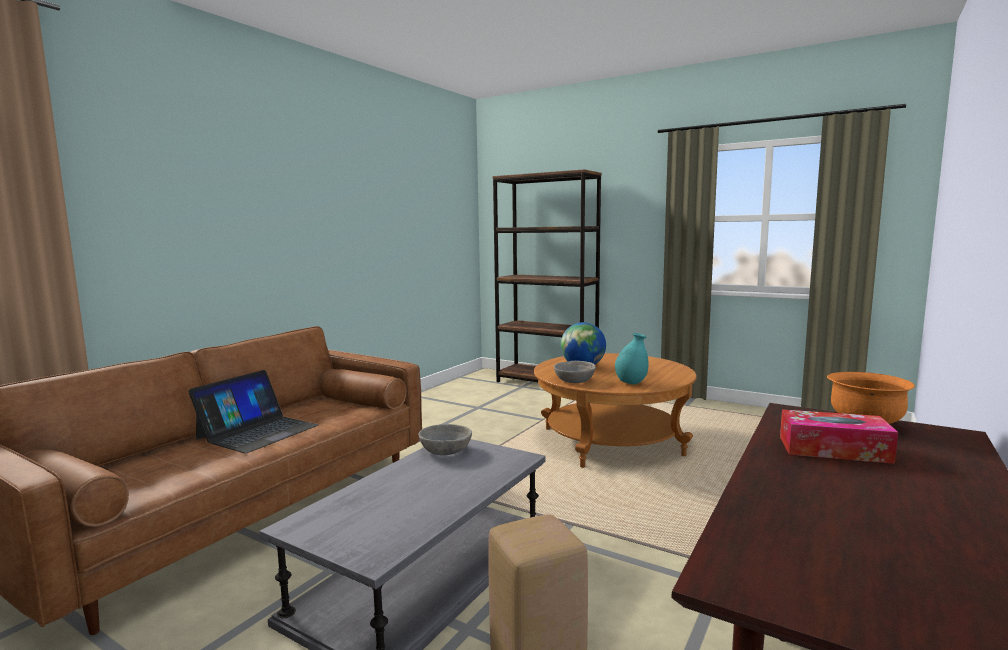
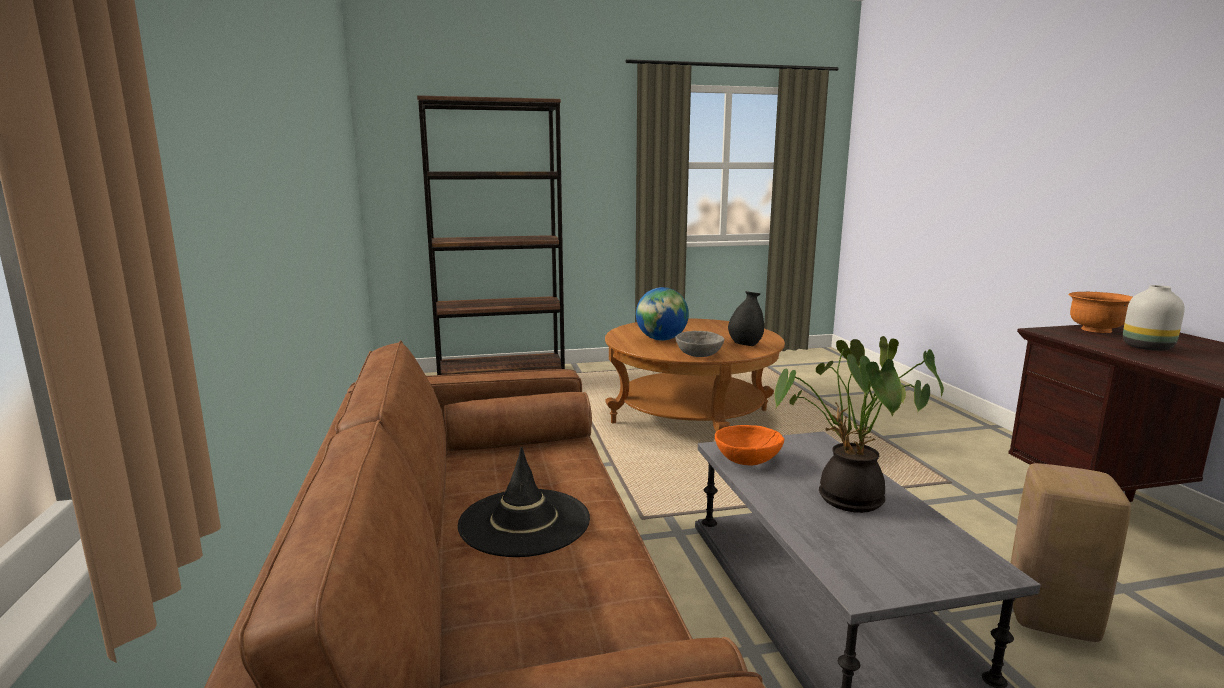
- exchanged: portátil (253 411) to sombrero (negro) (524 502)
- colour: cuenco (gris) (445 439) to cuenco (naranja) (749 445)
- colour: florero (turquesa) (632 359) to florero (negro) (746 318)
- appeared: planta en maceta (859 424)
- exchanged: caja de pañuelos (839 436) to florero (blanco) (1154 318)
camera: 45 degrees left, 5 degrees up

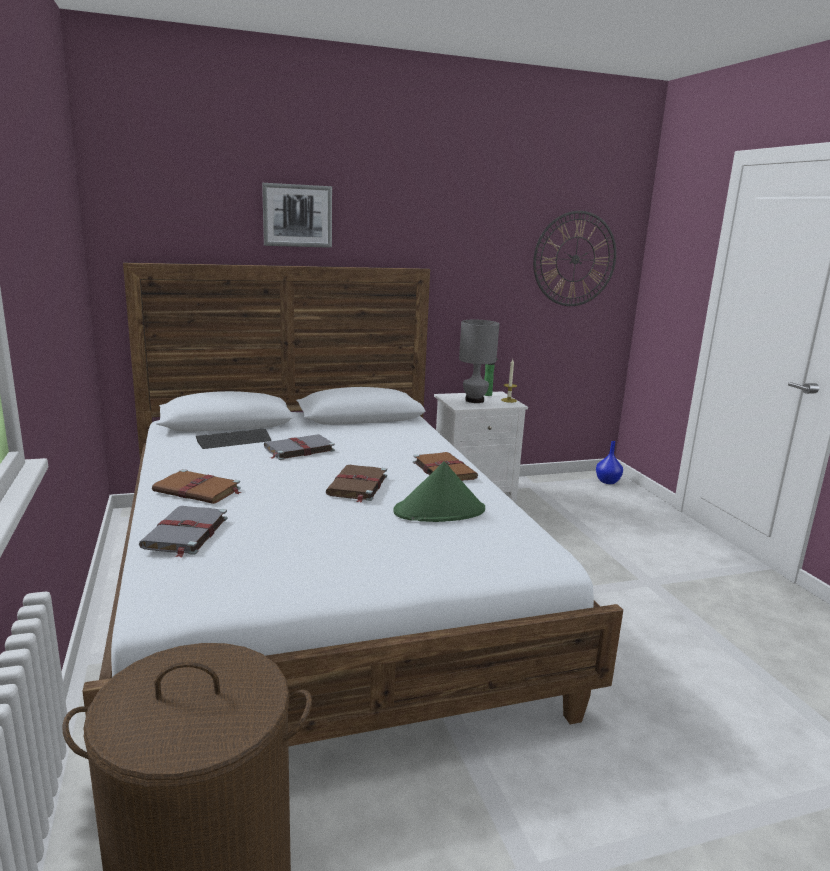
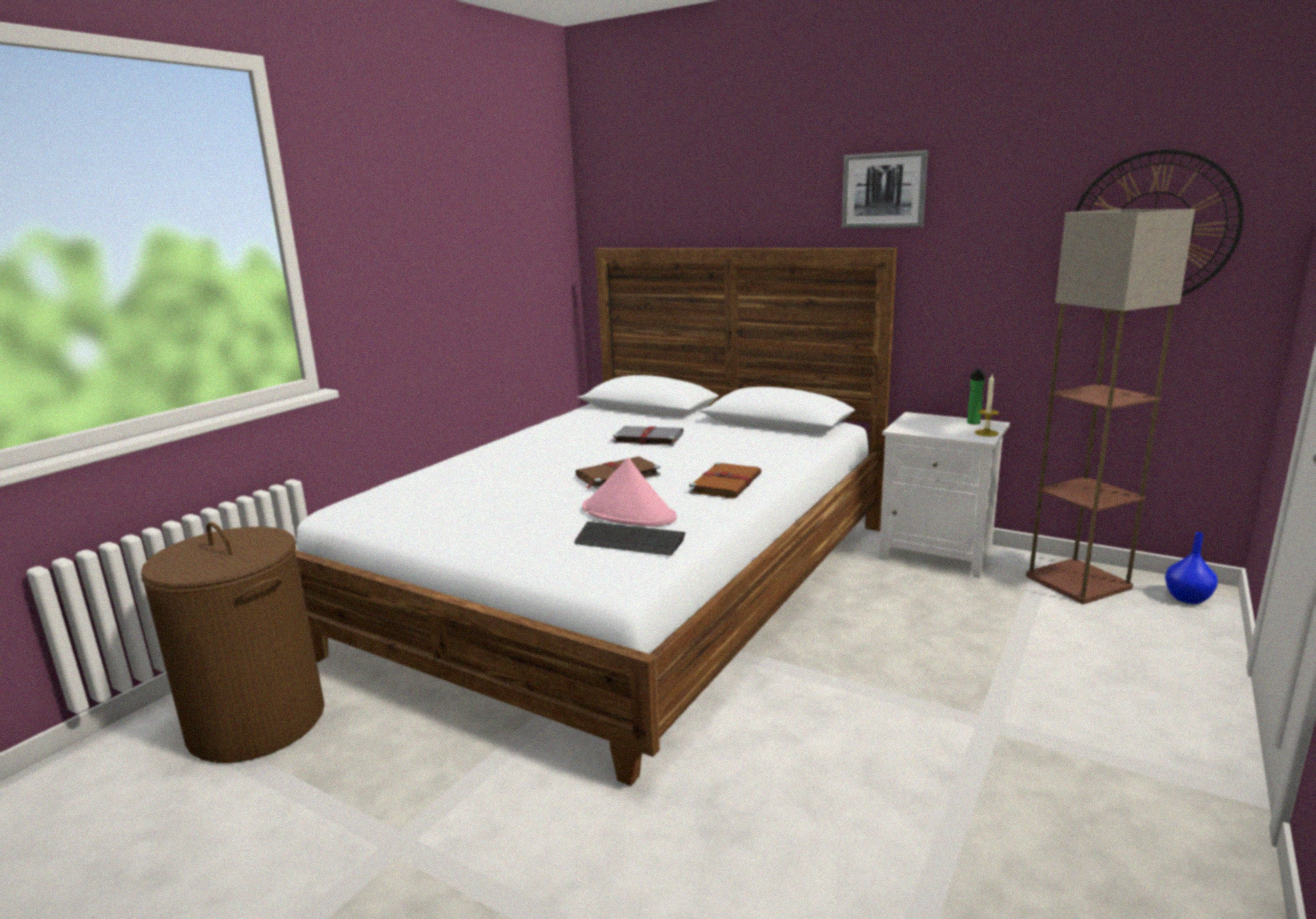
- relocated: teclado (233 438) to (630 539)
- colour: sombrero (verde) (439 491) to sombrero (rosa) (629 492)
- relocated: cuadro (297 215) to (885 189)
- appeared: lámpara de pie (1110 406)
- missing: libro (gris) (183 531)
- missing: libro (marrón) (197 486)
- missing: lámpara de mesa (gris) (479 361)
camera: 50 degrees right, 0 degrees up

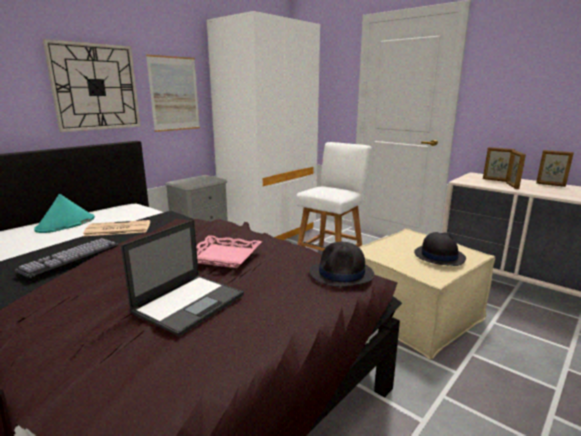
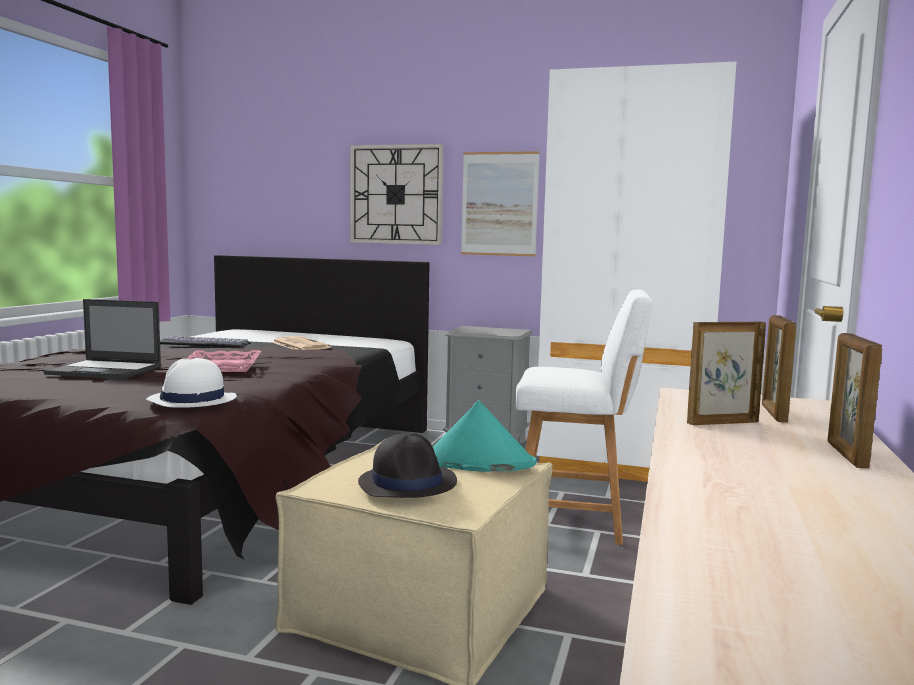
- colour: sombrero (negro) (342 264) to sombrero (blanco) (191 383)
- relocated: sombrero (turquesa) (64 213) to (484 436)
camera: 65 degrees right, 10 degrees down

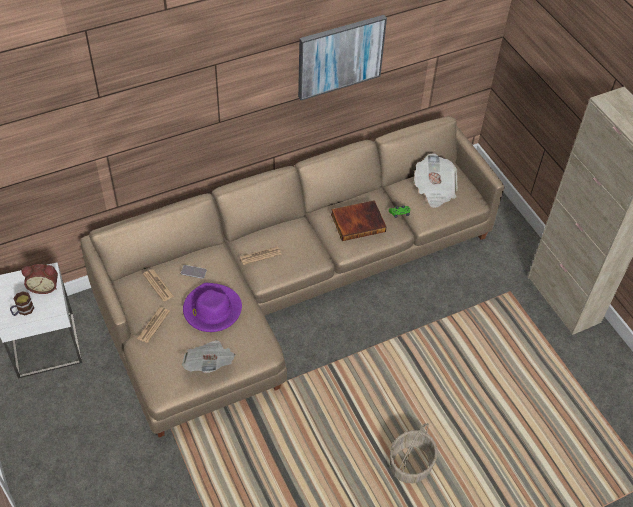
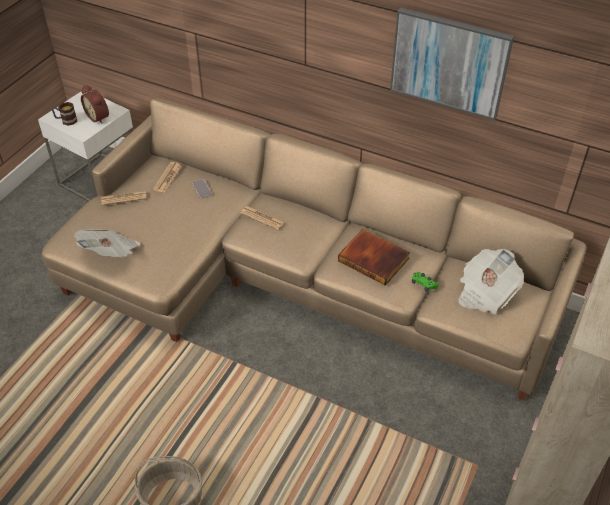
- missing: sombrero (morado) (212 307)
camera: 55 degrees right, 5 degrees down

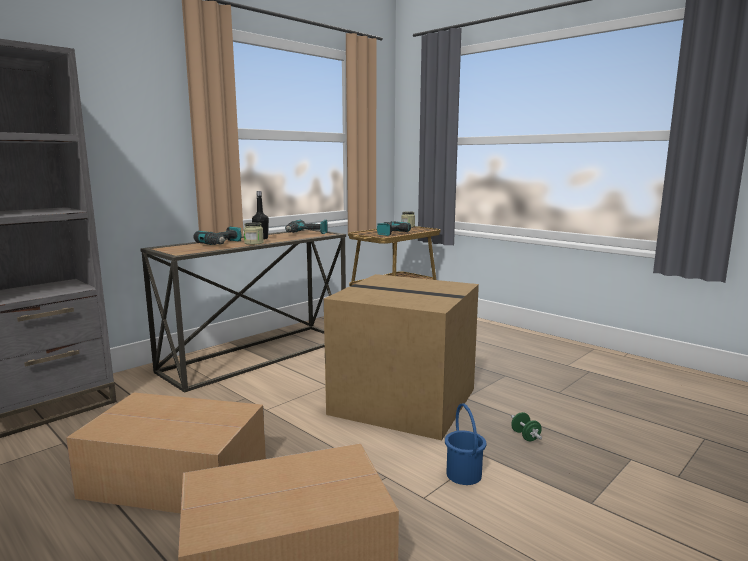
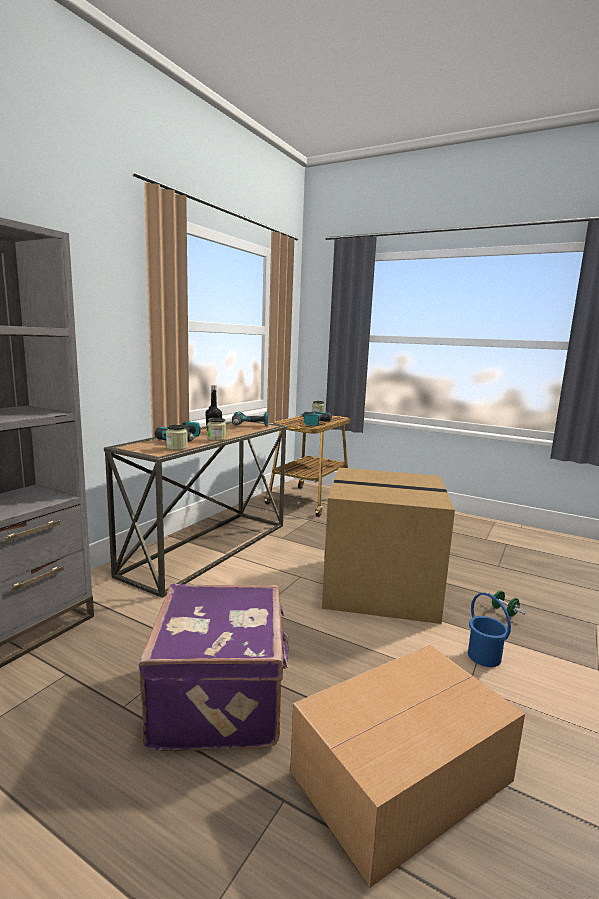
- exchanged: caja de cartón (166 453) to maleta (morado) (213 667)
- appeared: tarro (177 437)
camera: 15 degrees left, 0 degrees up

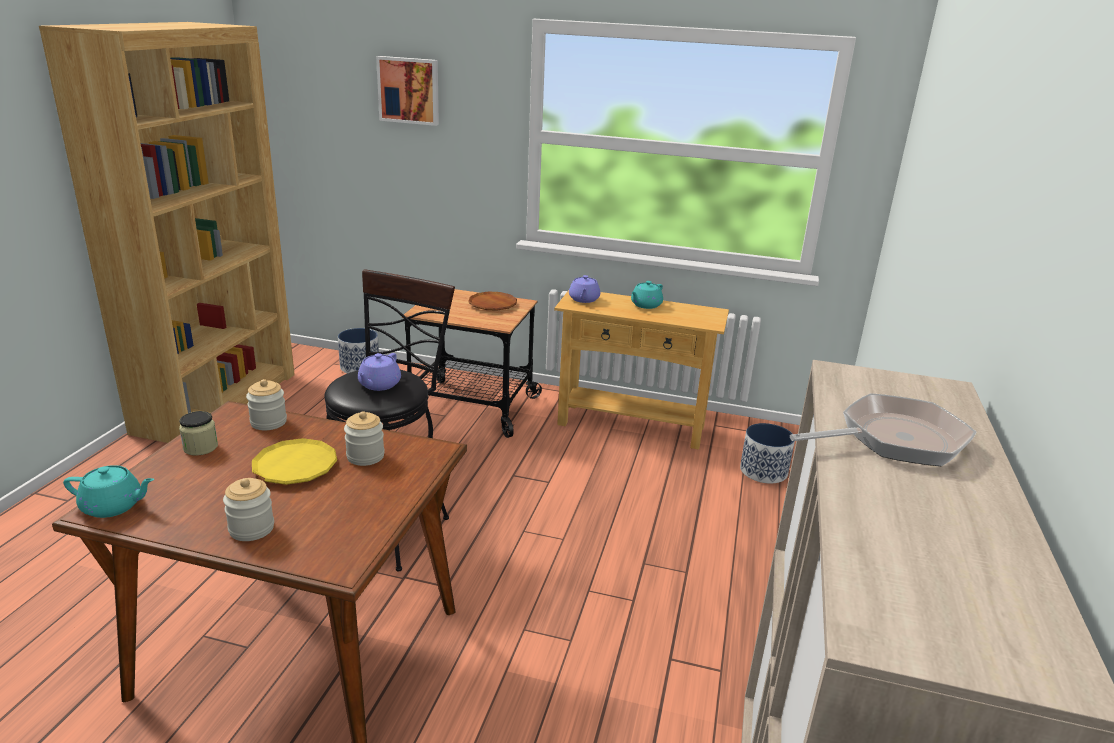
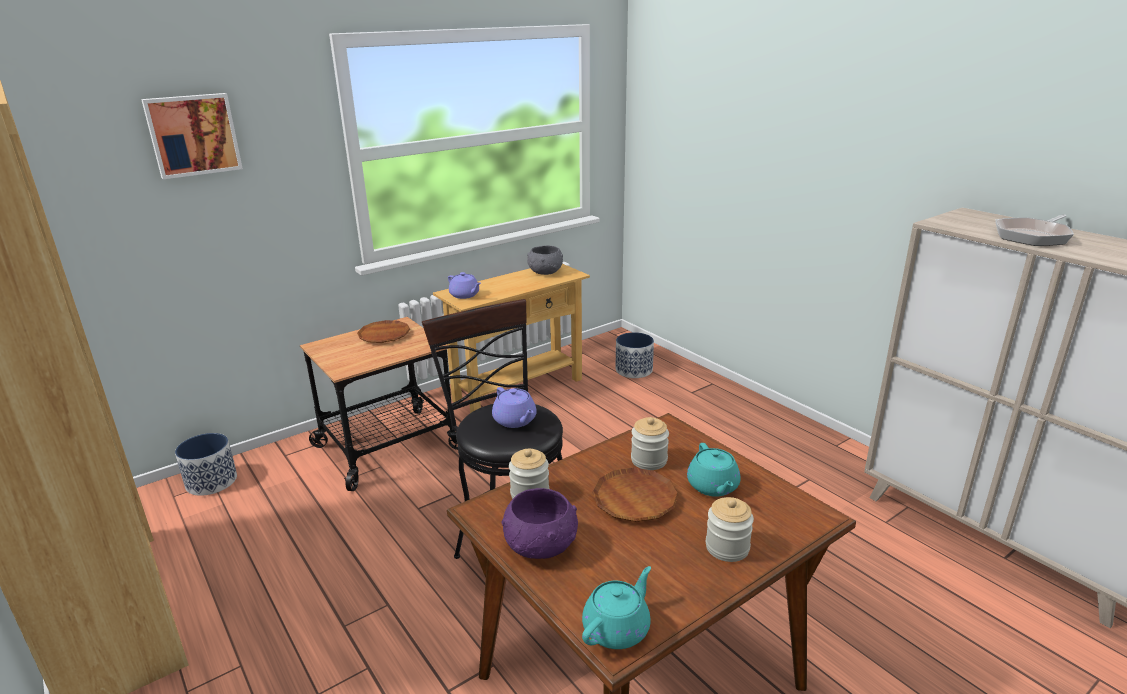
- exchanged: tarro (198 433) to cuenco (morado) (540 523)
- appeared: cuenco (gris) (545 260)
- colour: plato (amarillo) (294 461) to plato (marrón) (635 494)
- relocated: tetera (turquesa) (647 295) to (713 470)
- spun: sartén (883 429) = (1034 230) 150 degrees counterclockwise
camera: 50 degrees left, 0 degrees up

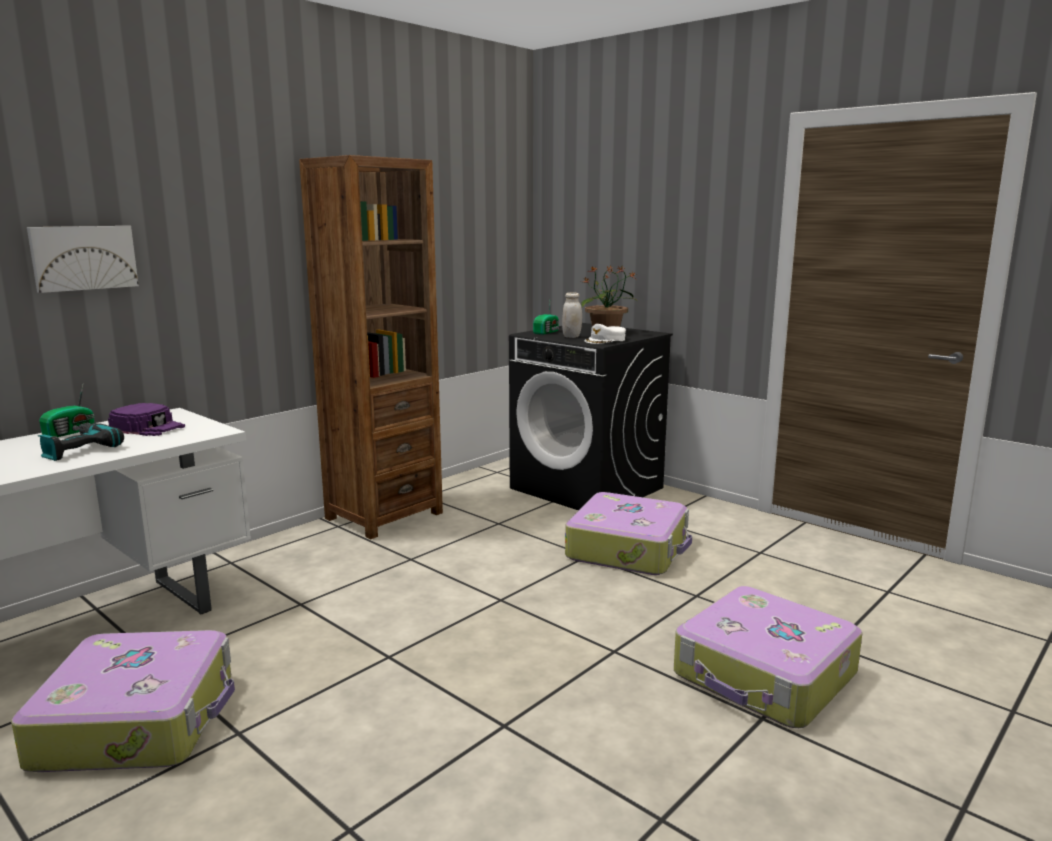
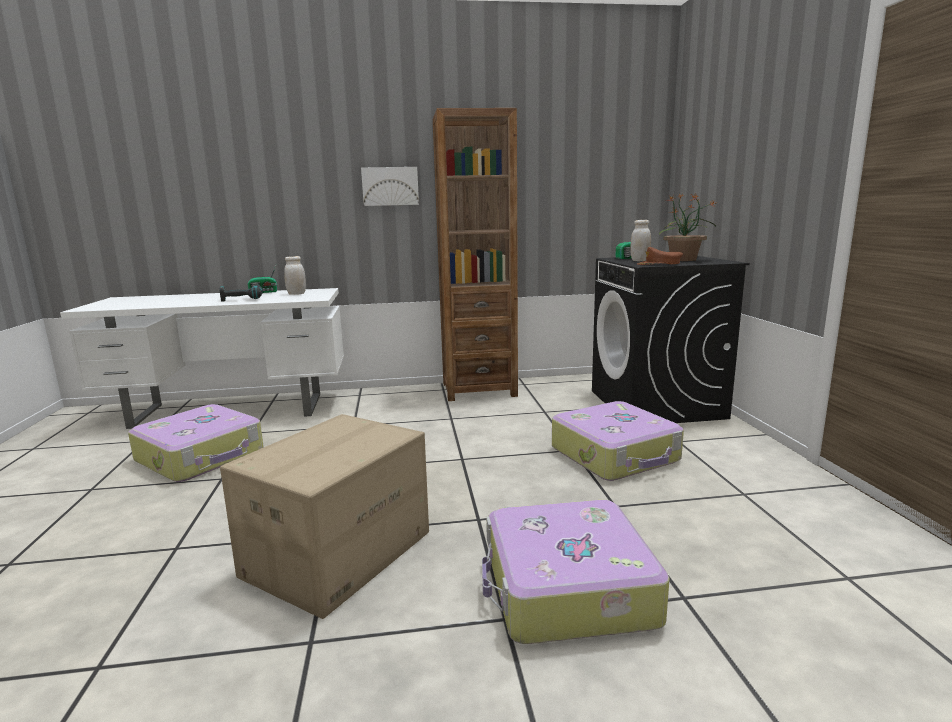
- appeared: caja de cartón (324 516)
- exchanged: gorra (morado) (146 419) to tarro (blanco) (295 275)
- relocated: cuadro (83 259) to (390 186)
- colour: gorra (blanco) (605 334) to gorra (marrón) (660 256)
camera: 40 degrees right, 0 degrees up

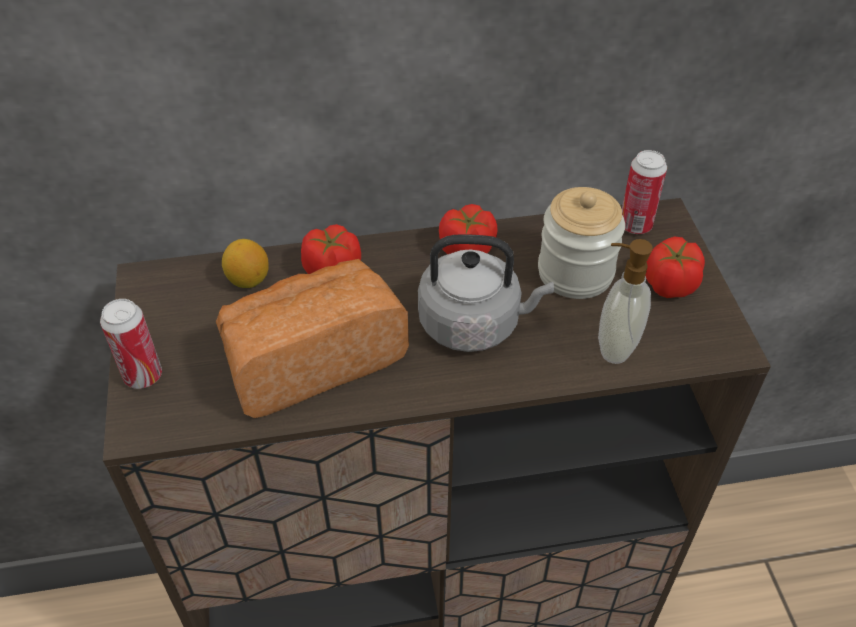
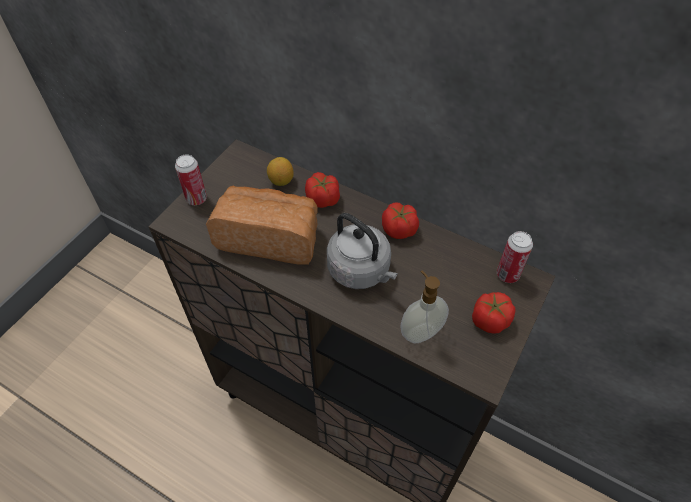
- missing: tarro (581 243)
camera: 40 degrees right, 5 degrees up

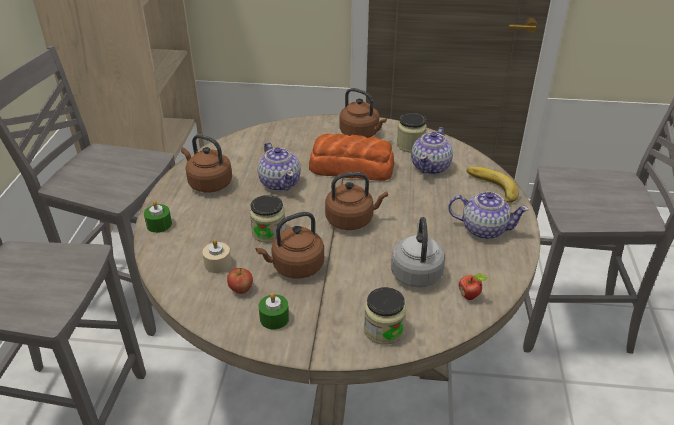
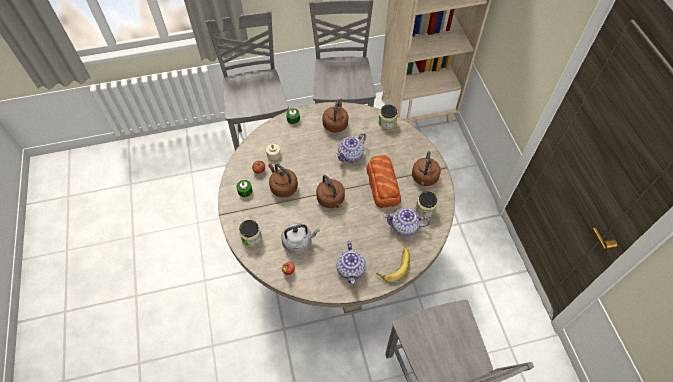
- relocated: tarro (268 219) to (388 117)
camera: 70 degrees right, 20 degrees up

